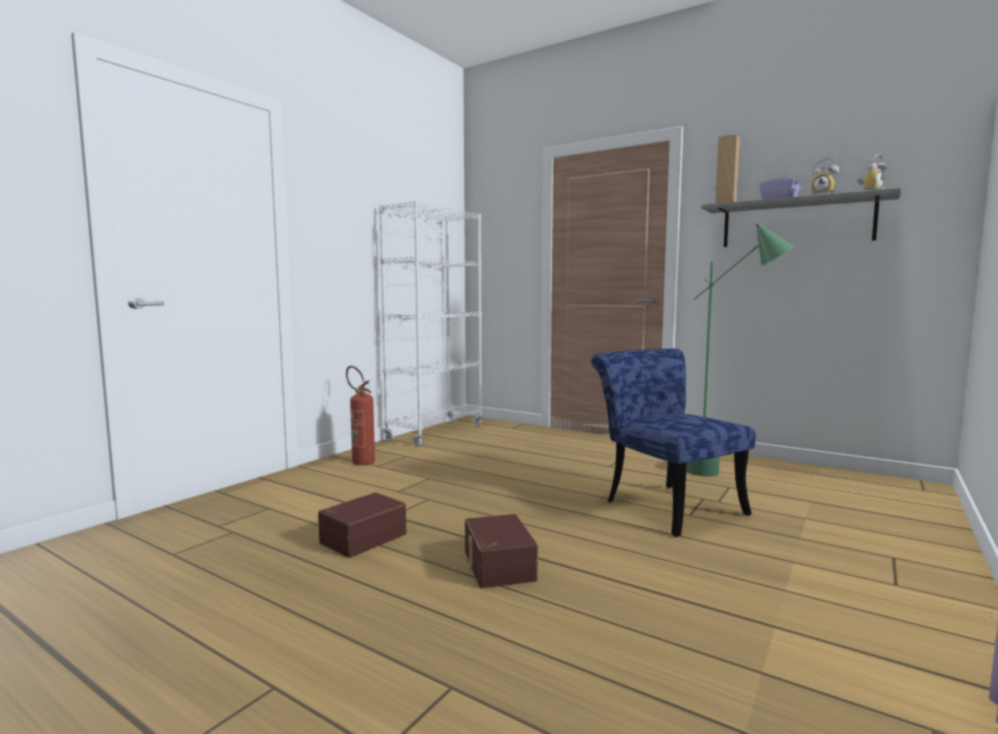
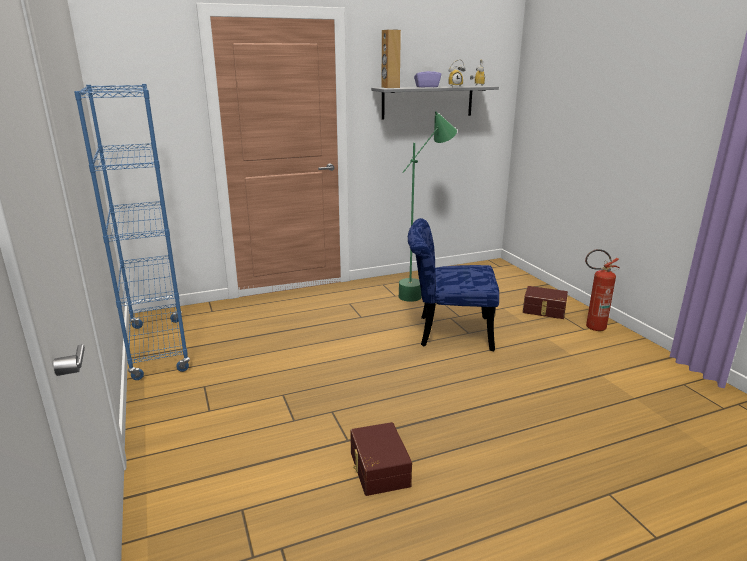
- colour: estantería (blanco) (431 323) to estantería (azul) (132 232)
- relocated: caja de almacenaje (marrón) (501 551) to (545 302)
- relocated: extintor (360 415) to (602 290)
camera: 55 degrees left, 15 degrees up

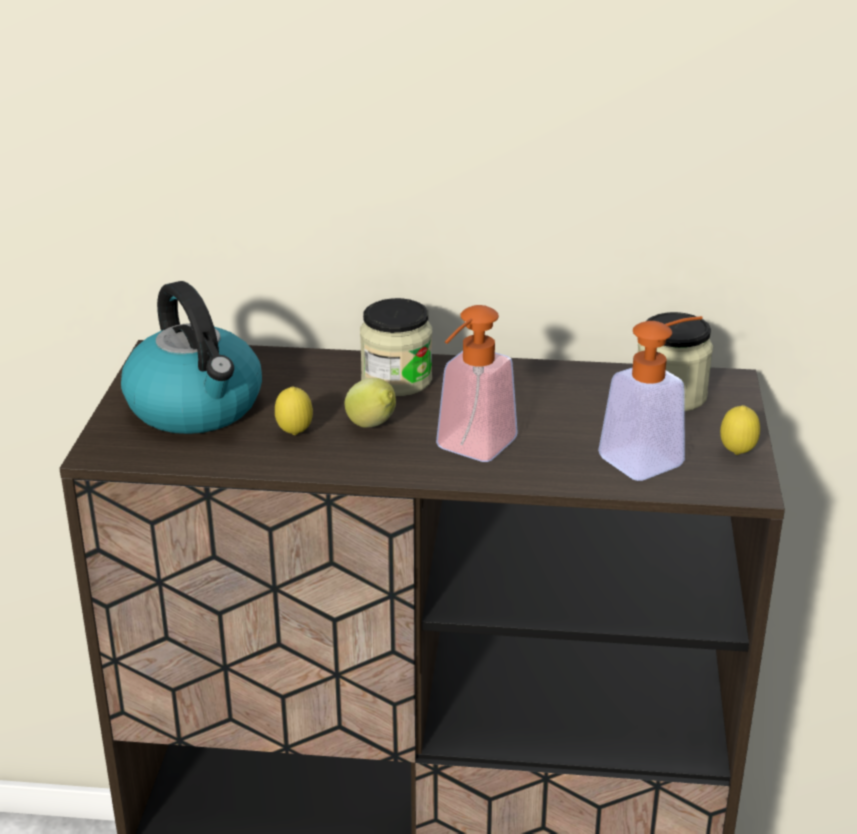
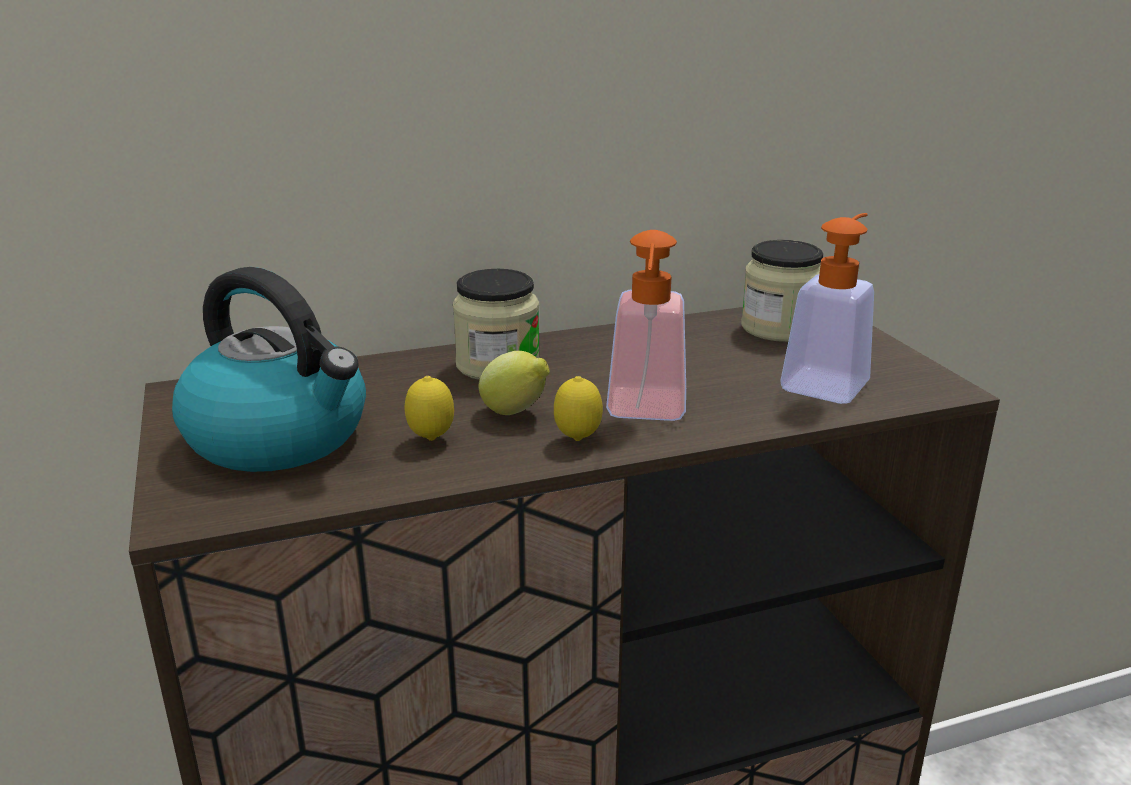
- relocated: limón (740 430) to (578 408)
camera: 25 degrees left, 5 degrees down

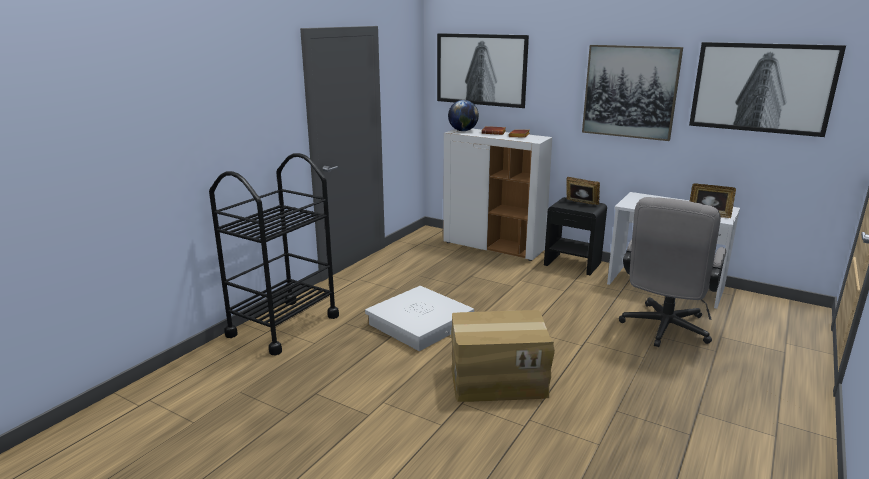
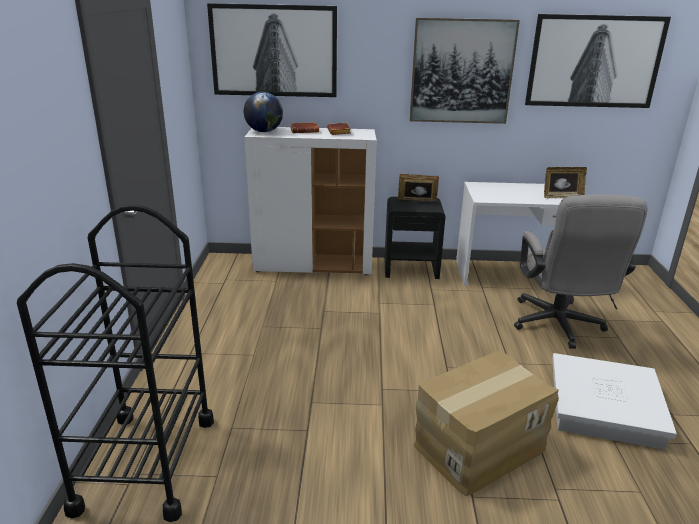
- relocated: caja de almacenaje (blanco) (419 318) to (614 401)
camera: 30 degrees left, 5 degrees up

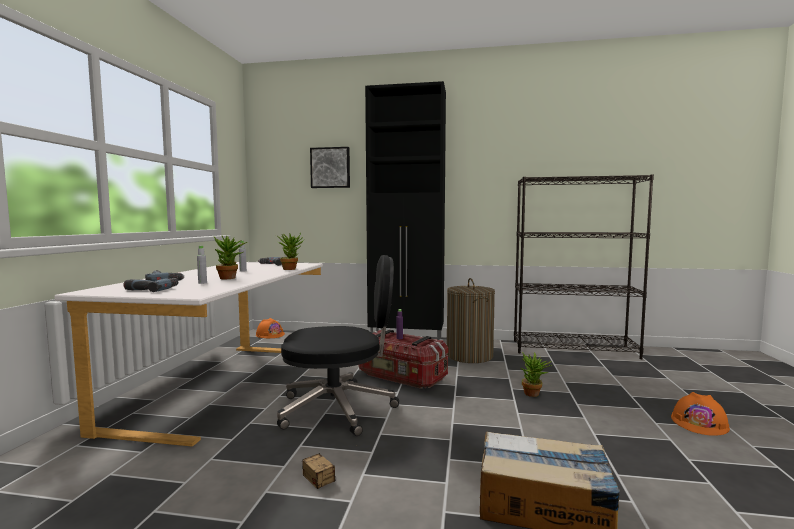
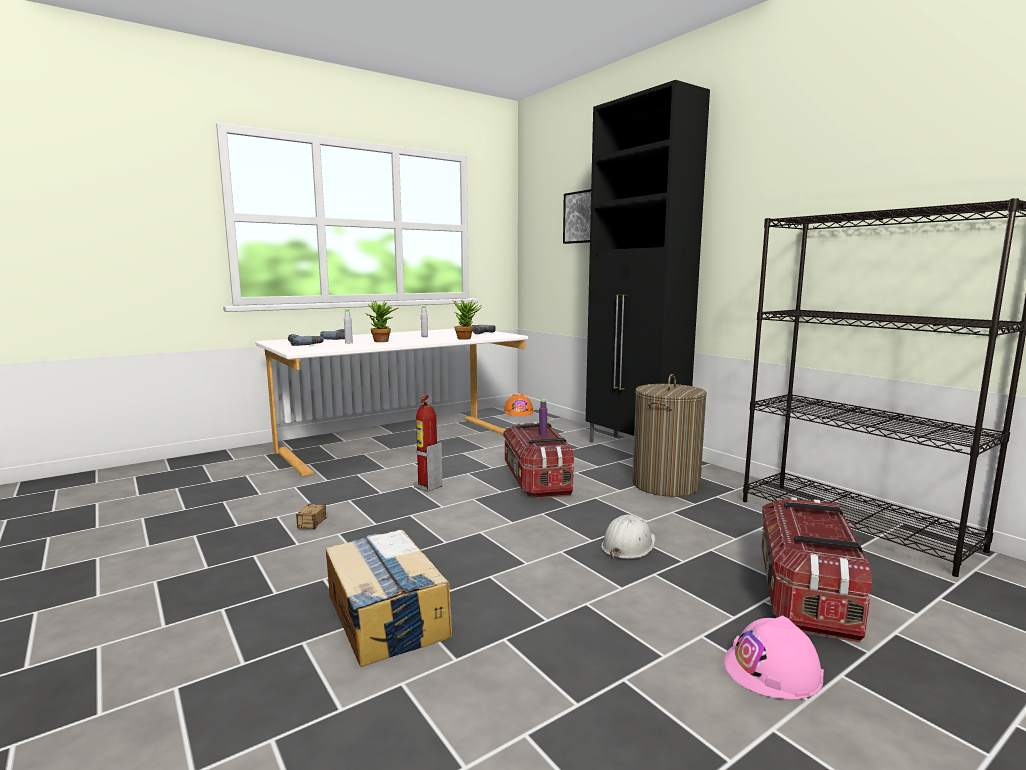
- exchanged: silla de oficina (negro) (338 345) to extintor (428 443)
- exchanged: planta en maceta (536 374) to casco (blanco) (628 536)
- colour: casco (naranja) (700 414) to casco (rosa) (774 657)
- appeared: caja de almacenaje (816 570)
camera: 45 degrees right, 5 degrees up

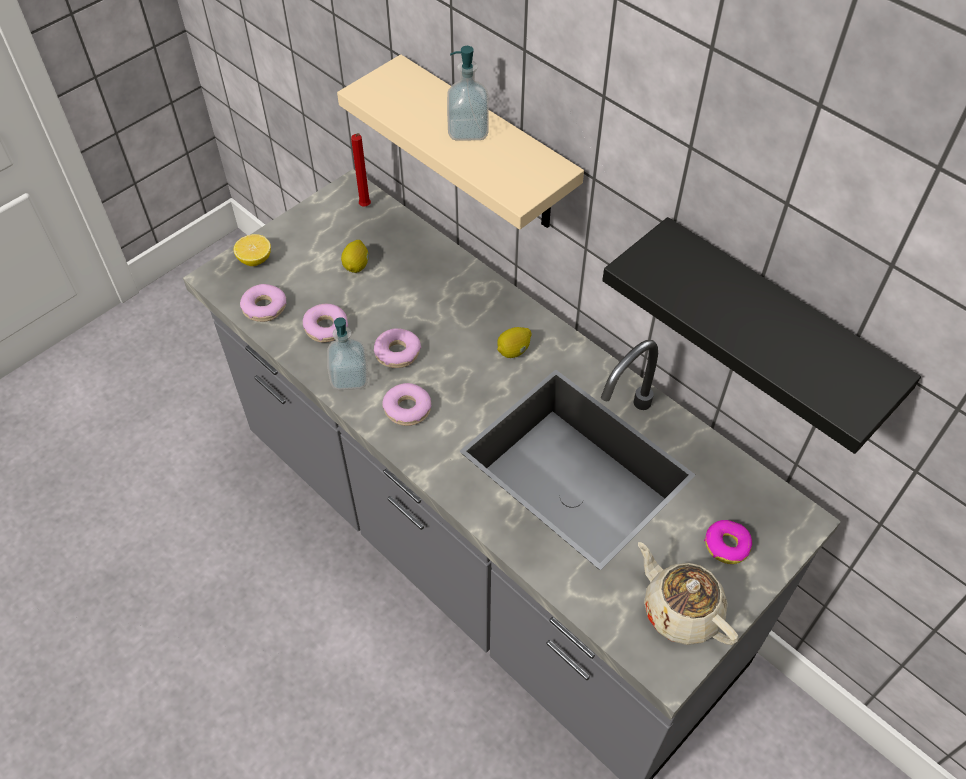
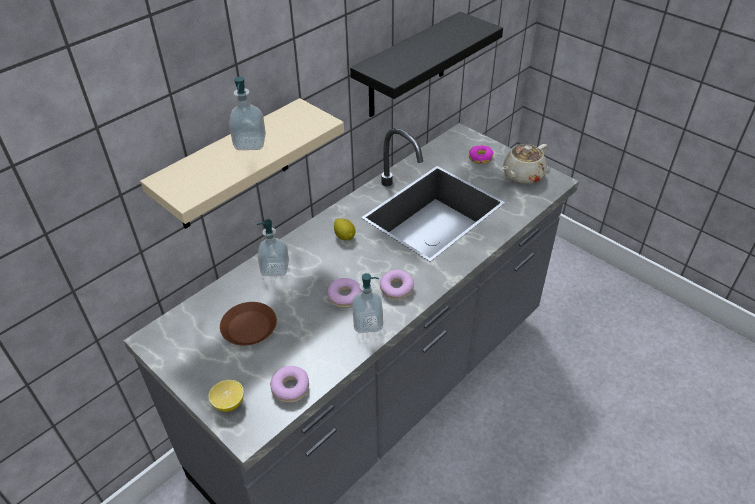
- exchanged: limón (355 256) to plato (marrón) (248 324)
- appeared: dispensador de jabón (273 247)
- missing: rosquilla (325 323)
- missing: vela (rojo) (361 169)
camera: 90 degrees left, 10 degrees down

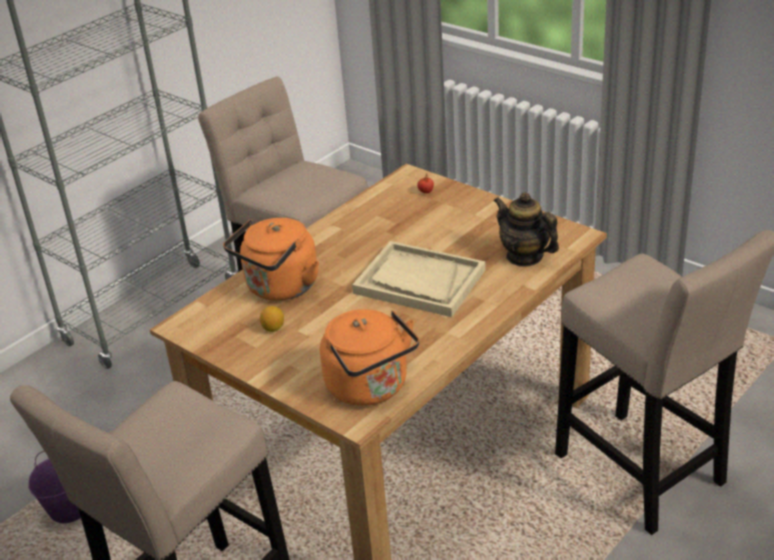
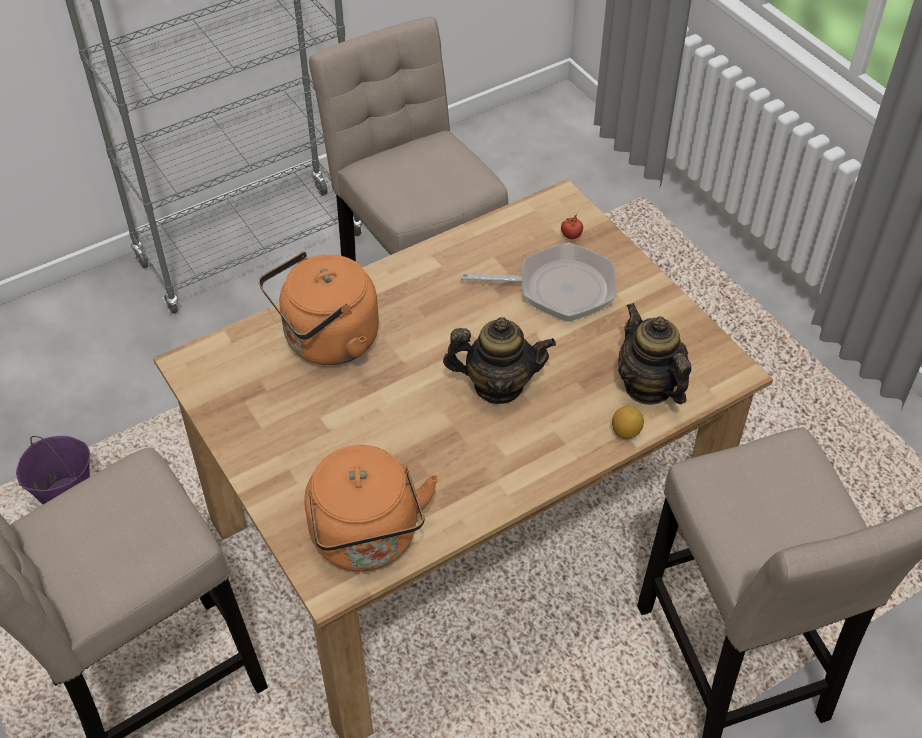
- exchanged: bandeja (beis) (419 279) to tetera (499 360)
- appeared: sartén (538 282)
- relocated: limón (272 319) to (628 422)
camera: 15 degrees right, 15 degrees up

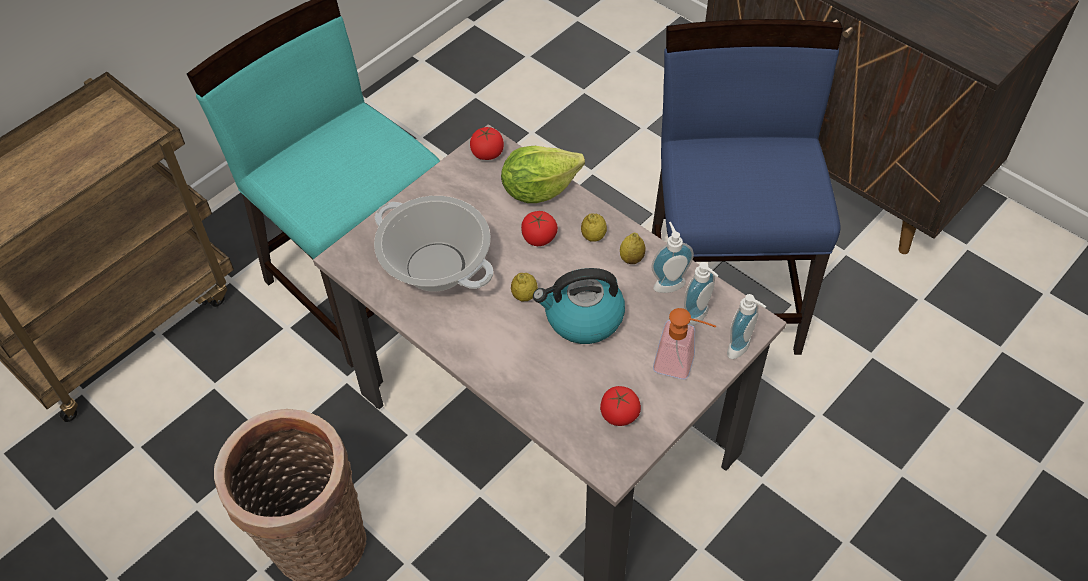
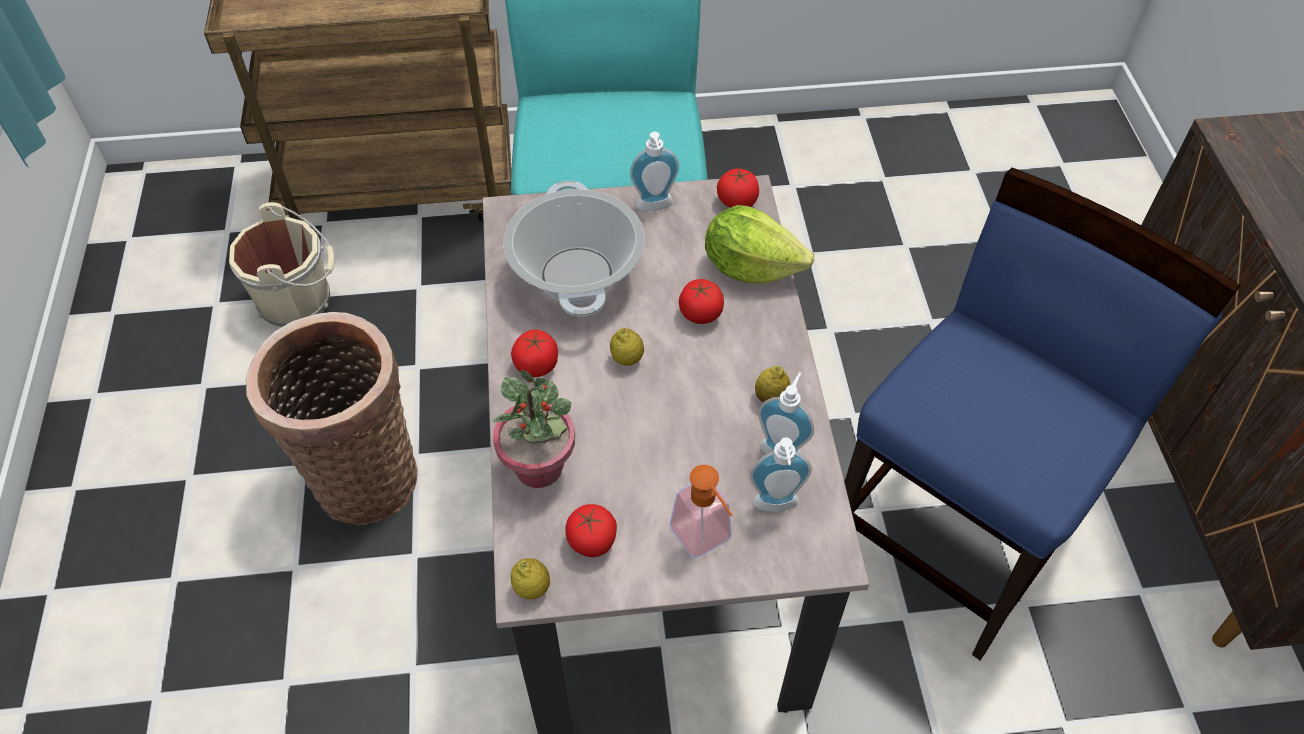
- appeared: cubo (beis) (282 264)
- appeared: planta en maceta (534 428)
- appeared: tomate (534 353)
- relocated: limón (594 228) to (530 578)
- relocated: dispensador de jabón (746 326) to (654 171)
- missing: hervidor (579 306)
camera: 40 degrees right, 0 degrees up

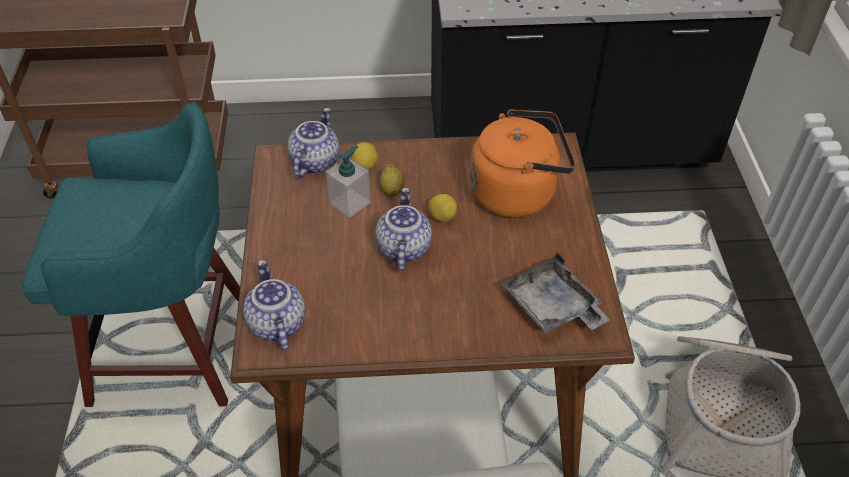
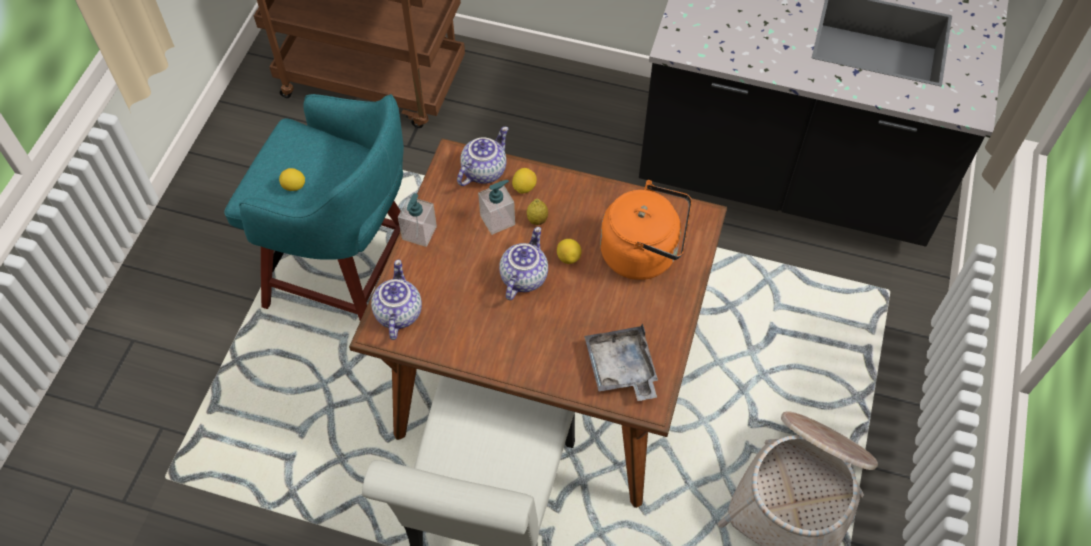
- appeared: limón (292 179)
- appeared: dispensador de jabón (417 220)
camera: 20 degrees right, 10 degrees up

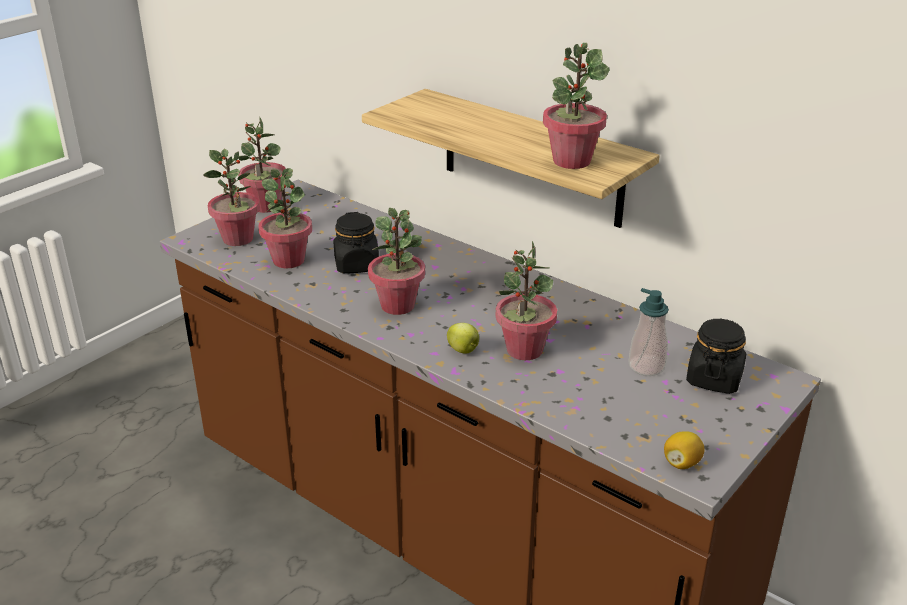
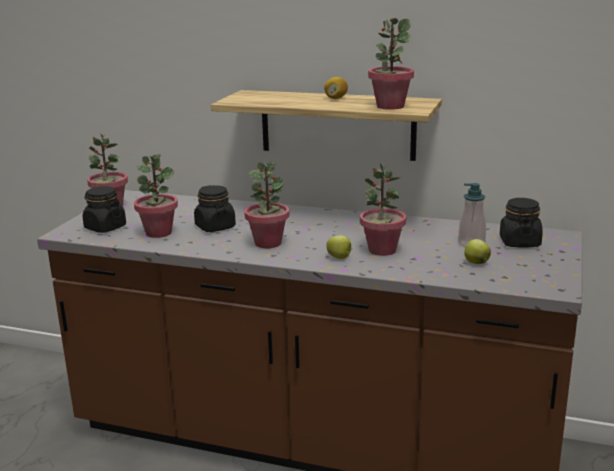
- exchanged: planta en maceta (231 197) to tarro (negro) (104 209)
- relocated: limón (684 450) to (336 88)
- appeared: manzana (477 251)
camera: 20 degrees left, 10 degrees down

